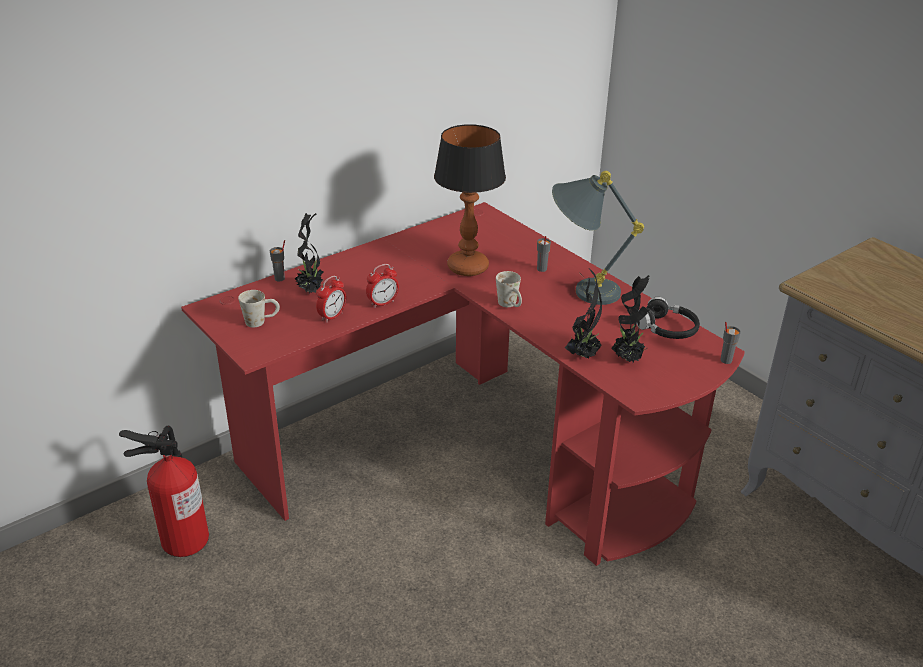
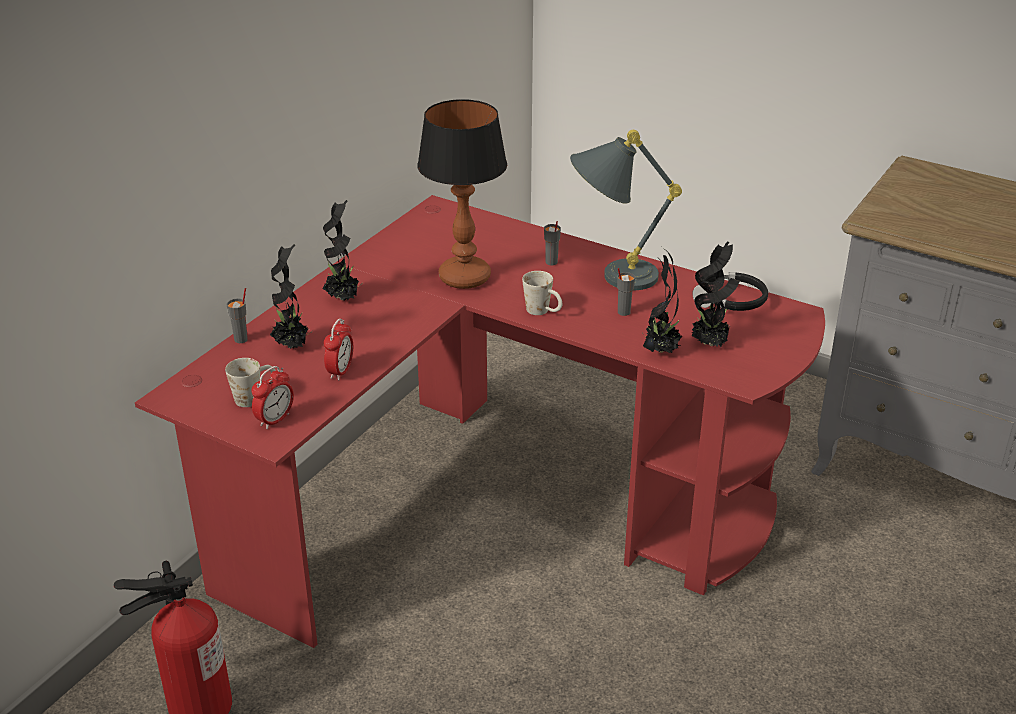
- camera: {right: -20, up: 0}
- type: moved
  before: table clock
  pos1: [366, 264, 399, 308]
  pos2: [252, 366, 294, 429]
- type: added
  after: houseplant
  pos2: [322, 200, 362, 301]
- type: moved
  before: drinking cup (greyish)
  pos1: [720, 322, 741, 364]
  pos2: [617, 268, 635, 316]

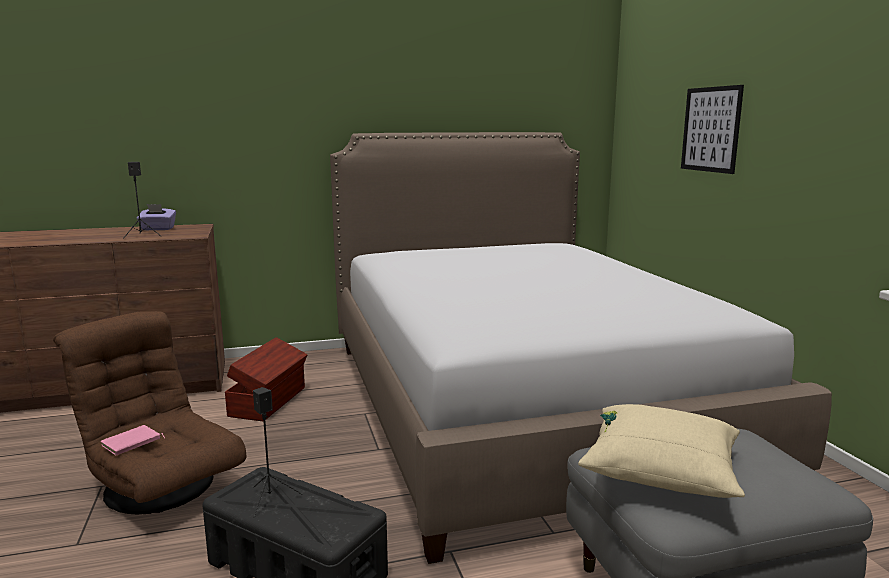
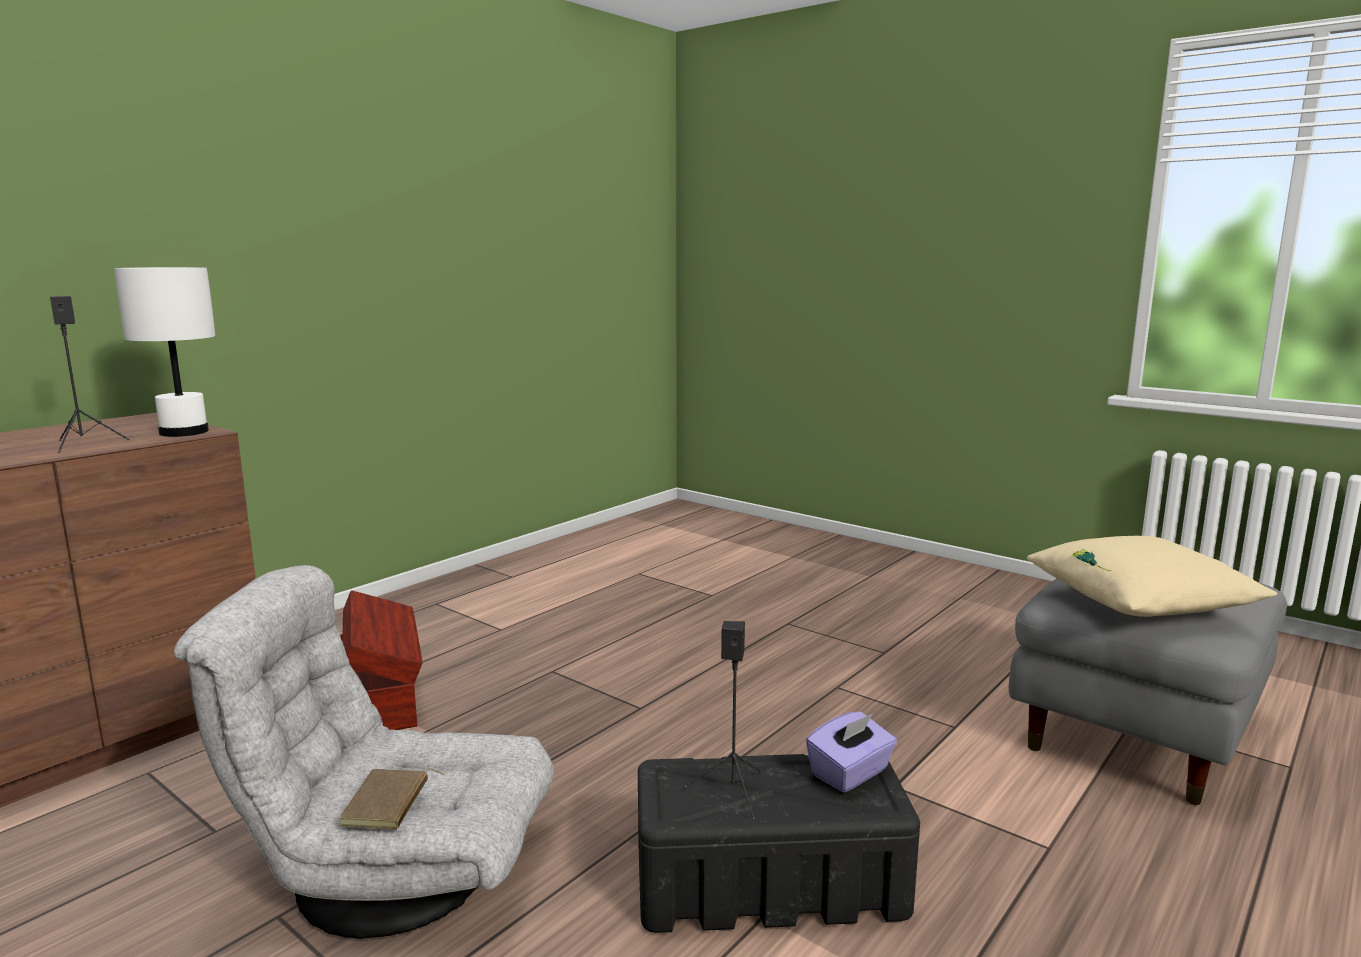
- camera: {right: -35, up: 0}
- type: added
  after: lamp for a table (white)
  pos2: [114, 267, 215, 437]
- type: recoloured
  before: armchair (brown)
  after: armchair (greyish)
  pos1: [53, 311, 246, 515]
  pos2: [174, 565, 554, 939]
- type: recoloured
  before: volume (pinkish)
  after: volume (brown)
  pos1: [100, 425, 165, 455]
  pos2: [339, 769, 445, 830]
- type: moved
  before: tissue box (purplish)
  pos1: [137, 204, 176, 230]
  pos2: [806, 712, 897, 792]
- type: removed
  before: bed
  pos1: [330, 132, 832, 564]
- type: removed
  before: picture
  pos1: [681, 85, 744, 174]

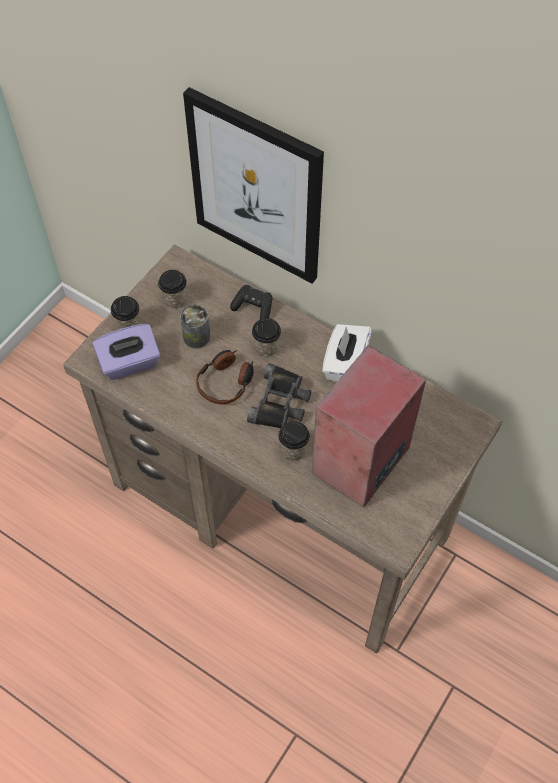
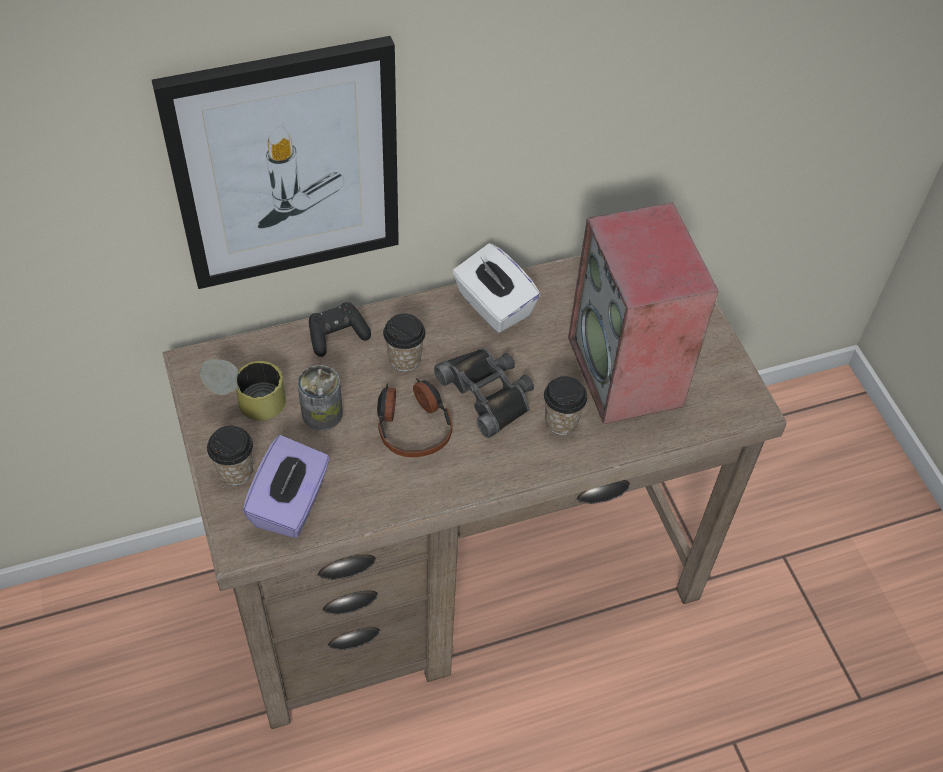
- camera: {right: -55, up: -5}
- type: replaced
  before: drinking cup
  after: sealed can
  pos1: [158, 270, 187, 309]
  pos2: [200, 359, 286, 420]

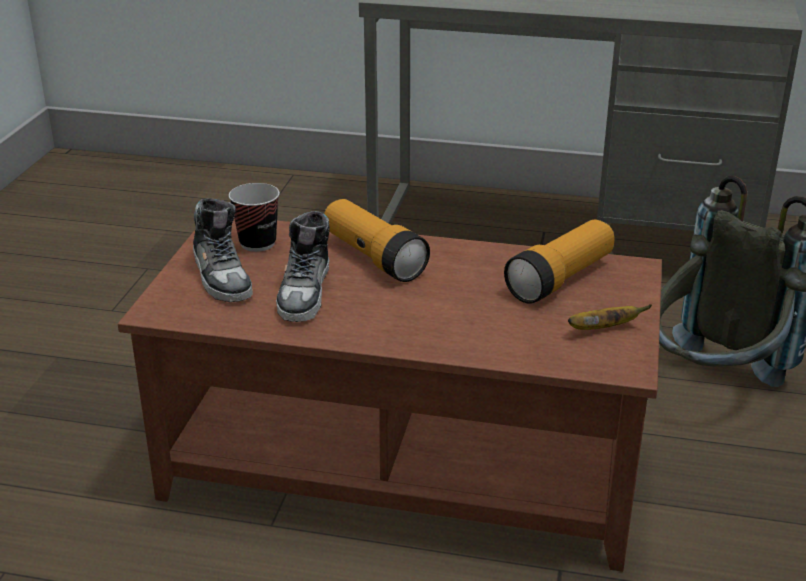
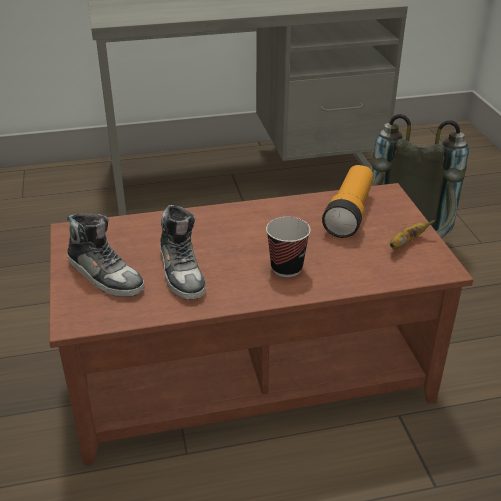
- camera: {right: -25, up: 5}
- type: moved
  before: drinking cup
  pos1: [229, 183, 280, 252]
  pos2: [266, 217, 311, 277]
- type: removed
  before: torch
  pos1: [324, 199, 430, 282]

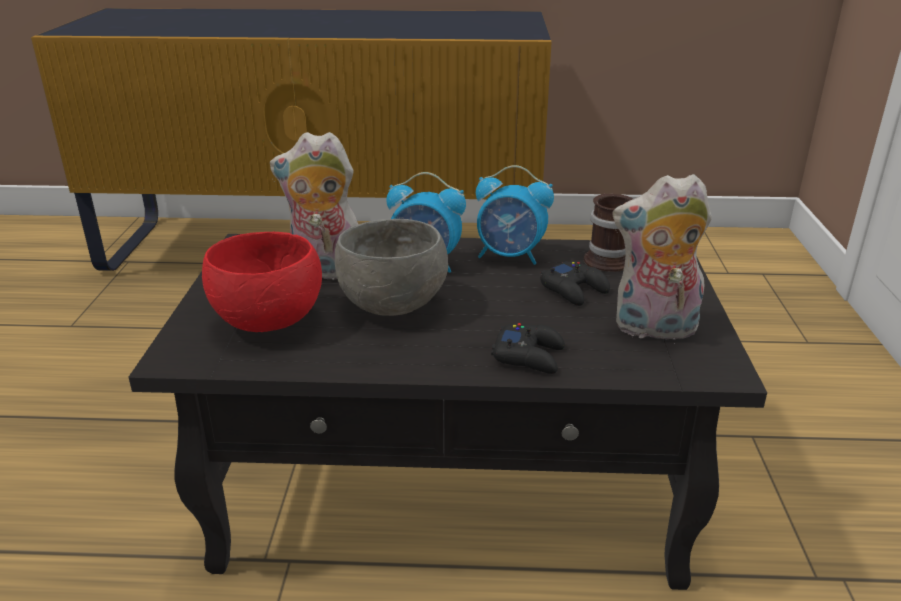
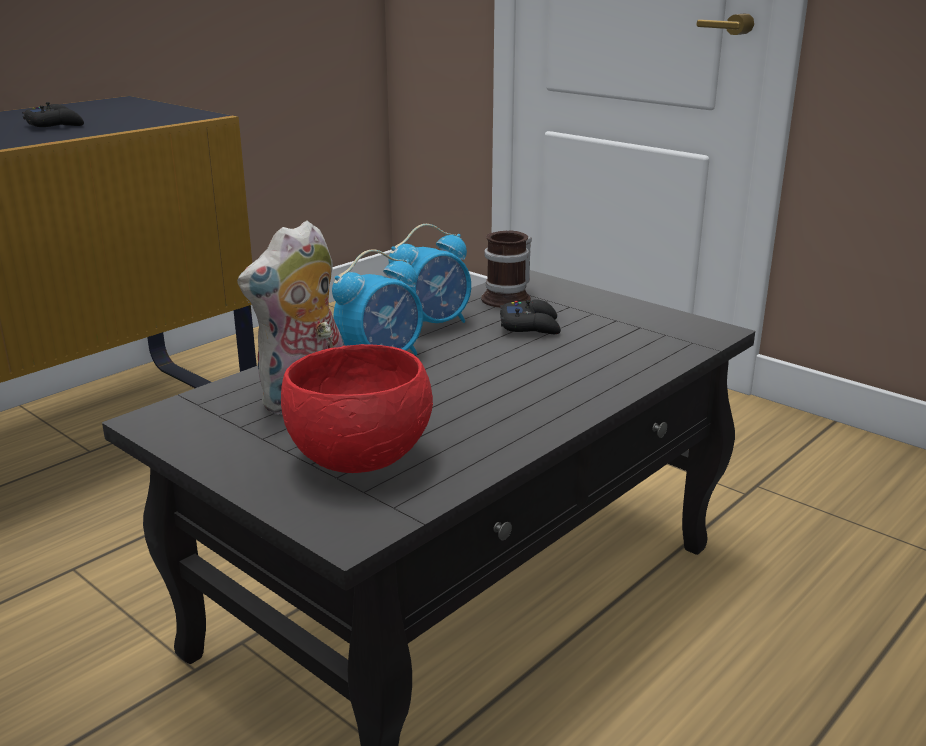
- camera: {right: -50, up: -5}
- type: moved
  before: game controller (black-coloured)
  pos1: [491, 323, 565, 374]
  pos2: [22, 102, 84, 127]
- type: removed
  before: serving bowl (greyish)
  pos1: [335, 219, 448, 316]
- type: removed
  before: cuddly toy
  pos1: [612, 174, 712, 344]

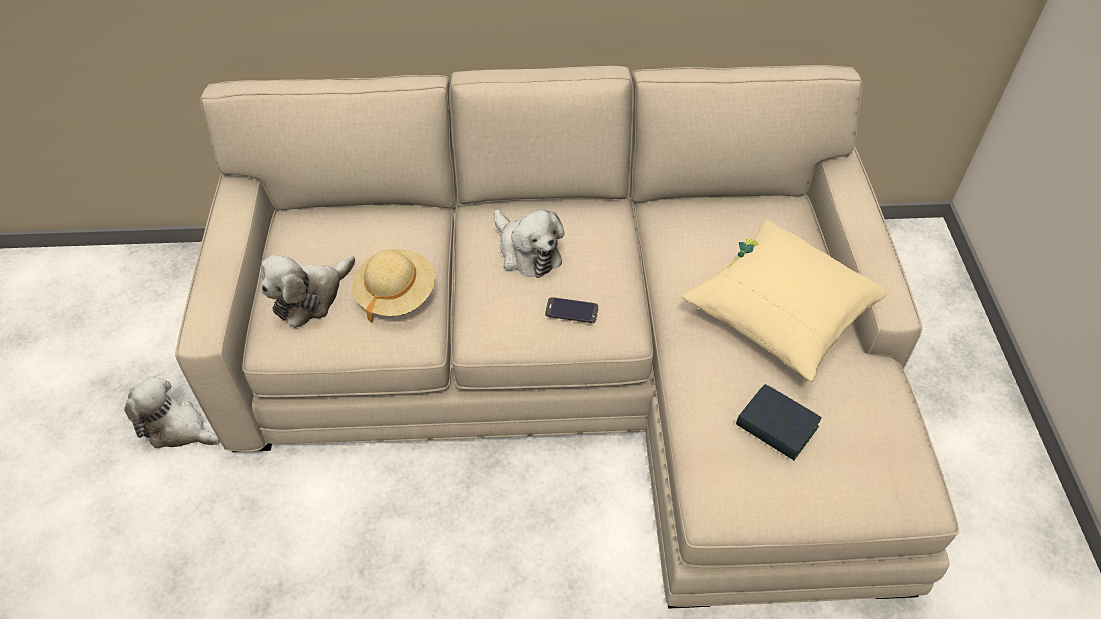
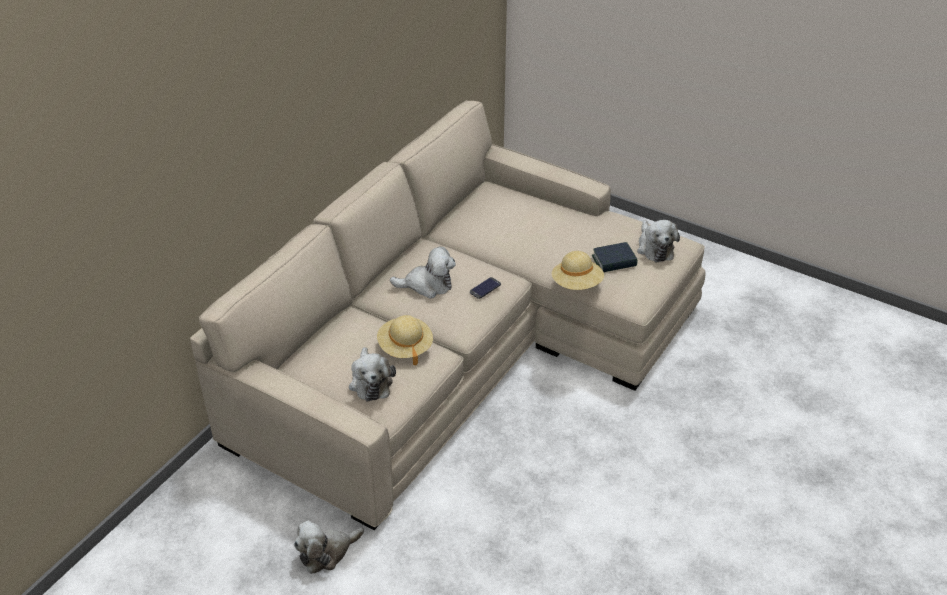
- camera: {right: -55, up: -10}
- type: added
  after: hat (sand-coloured)
  pos2: [552, 251, 604, 290]
- type: added
  after: cuddly toy
  pos2: [637, 220, 680, 262]
- type: removed
  before: throw pillow (sand-coloured)
  pos1: [682, 220, 890, 382]

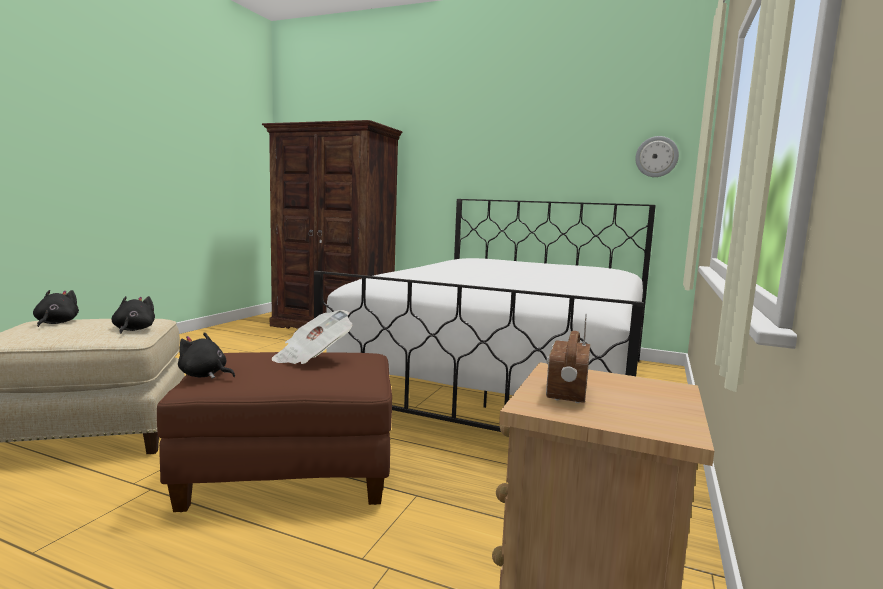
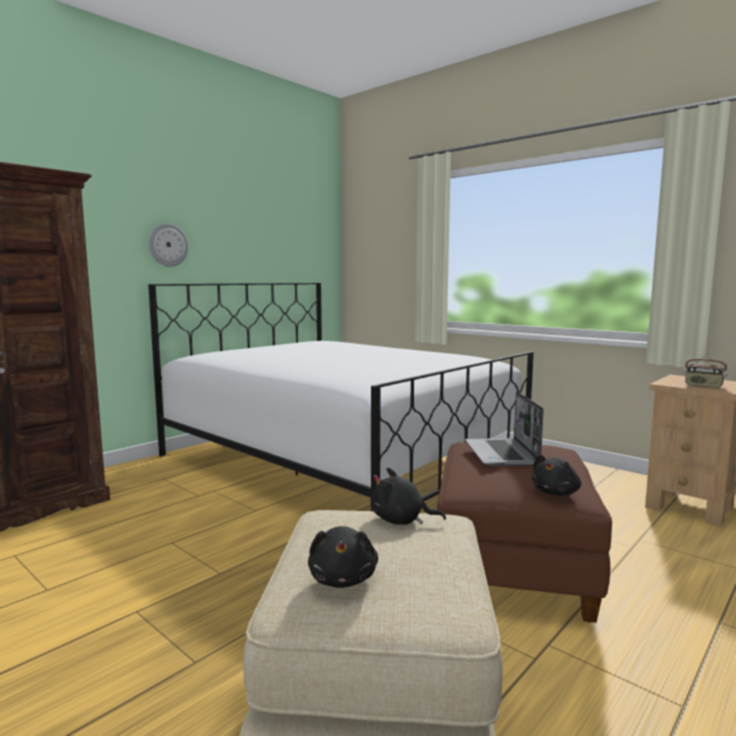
- camera: {right: -70, up: 0}
- type: moved
  before: clock on the wall
  pos1: [635, 136, 679, 177]
  pos2: [148, 223, 188, 267]
- type: turned
  before: cuddly toy (black-coloured)
  pos1: [33, 290, 79, 327]
  pos2: [308, 526, 378, 588]
  turn: -105
- type: replaced
  before: daily paper
  after: laptop
  pos1: [272, 310, 352, 364]
  pos2: [465, 392, 544, 466]

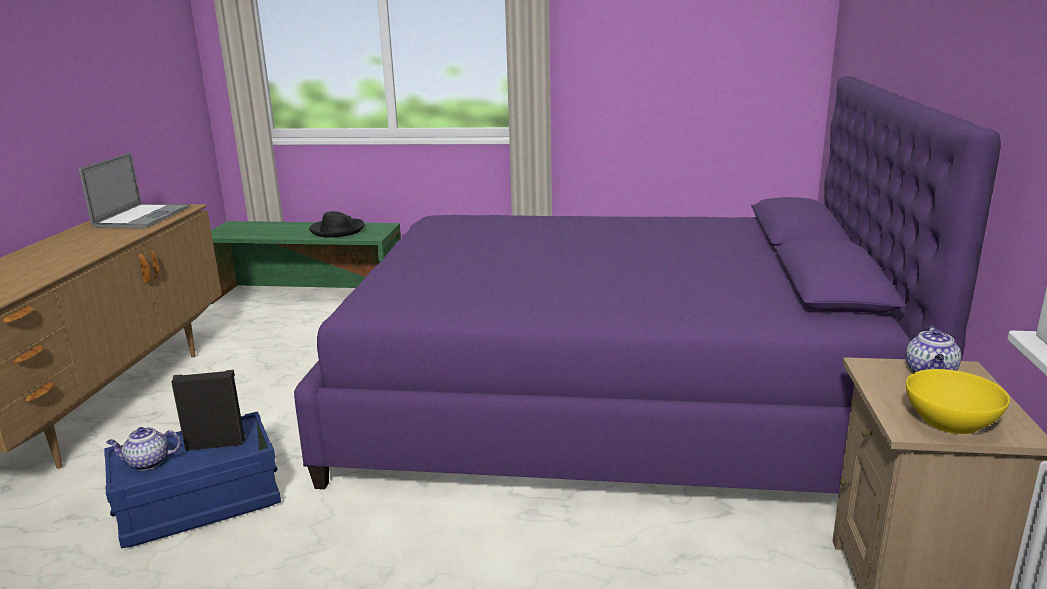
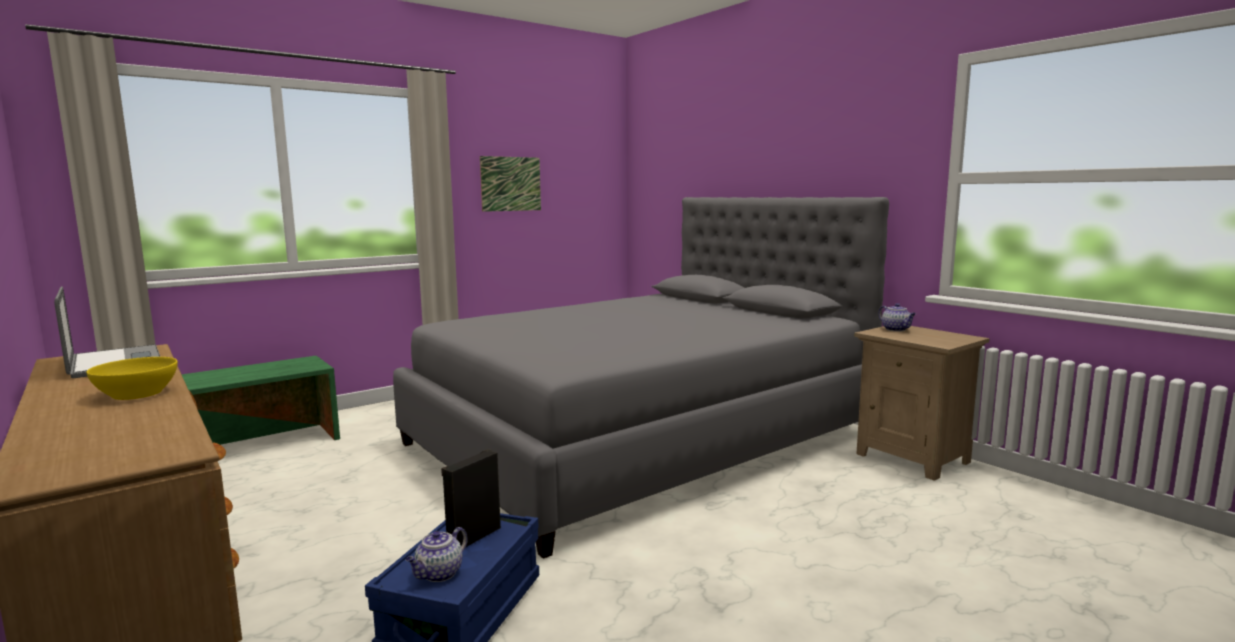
- camera: {right: -45, up: -10}
- type: moved
  before: serving bowl (yellowish)
  pos1: [906, 369, 1010, 434]
  pos2: [86, 357, 178, 400]
- type: recoloured
  before: bed (purplish)
  after: bed (greyish)
  pos1: [294, 76, 1001, 493]
  pos2: [393, 197, 889, 559]
- type: added
  after: picture
  pos2: [480, 156, 541, 212]
- type: removed
  before: hat (black-coloured)
  pos1: [309, 211, 365, 238]

